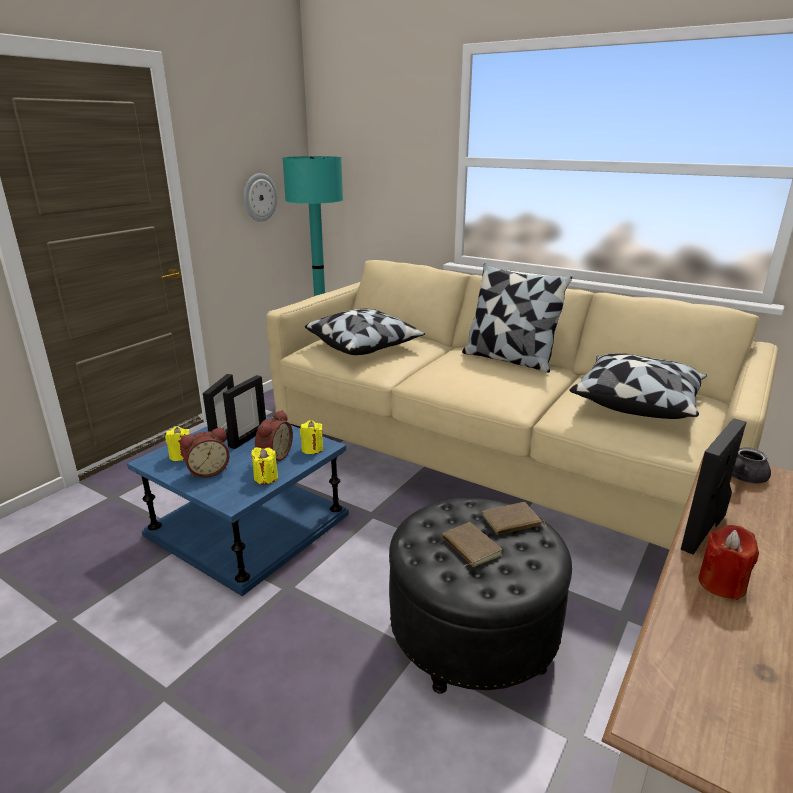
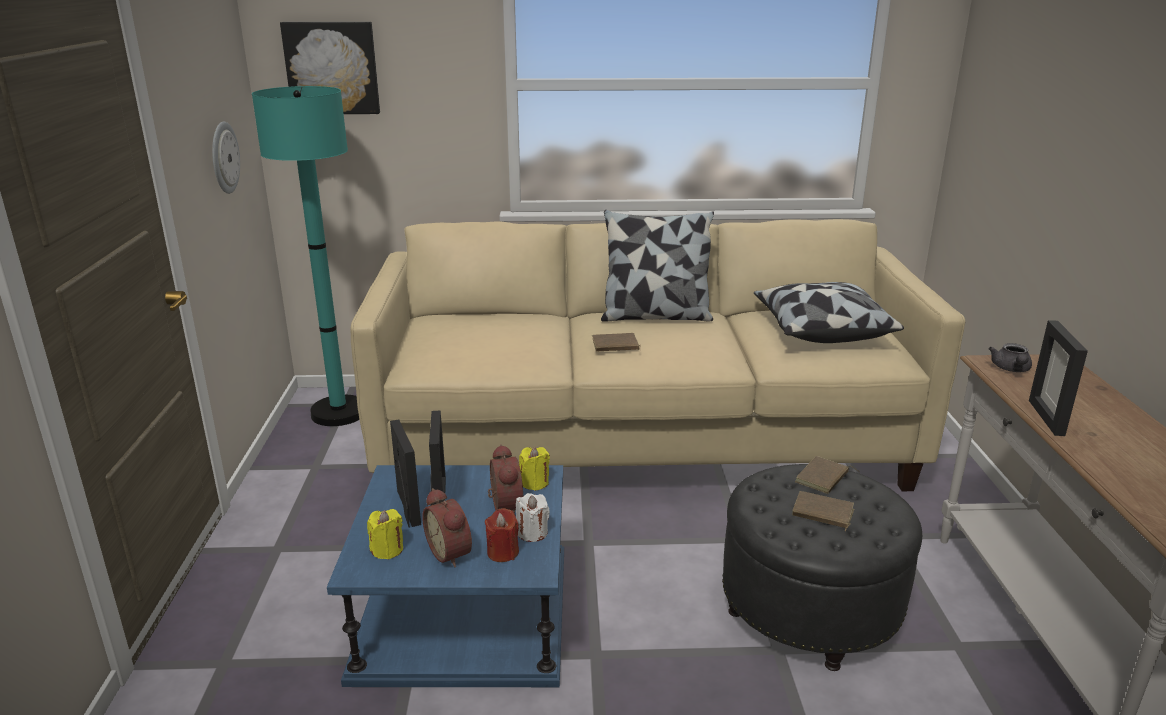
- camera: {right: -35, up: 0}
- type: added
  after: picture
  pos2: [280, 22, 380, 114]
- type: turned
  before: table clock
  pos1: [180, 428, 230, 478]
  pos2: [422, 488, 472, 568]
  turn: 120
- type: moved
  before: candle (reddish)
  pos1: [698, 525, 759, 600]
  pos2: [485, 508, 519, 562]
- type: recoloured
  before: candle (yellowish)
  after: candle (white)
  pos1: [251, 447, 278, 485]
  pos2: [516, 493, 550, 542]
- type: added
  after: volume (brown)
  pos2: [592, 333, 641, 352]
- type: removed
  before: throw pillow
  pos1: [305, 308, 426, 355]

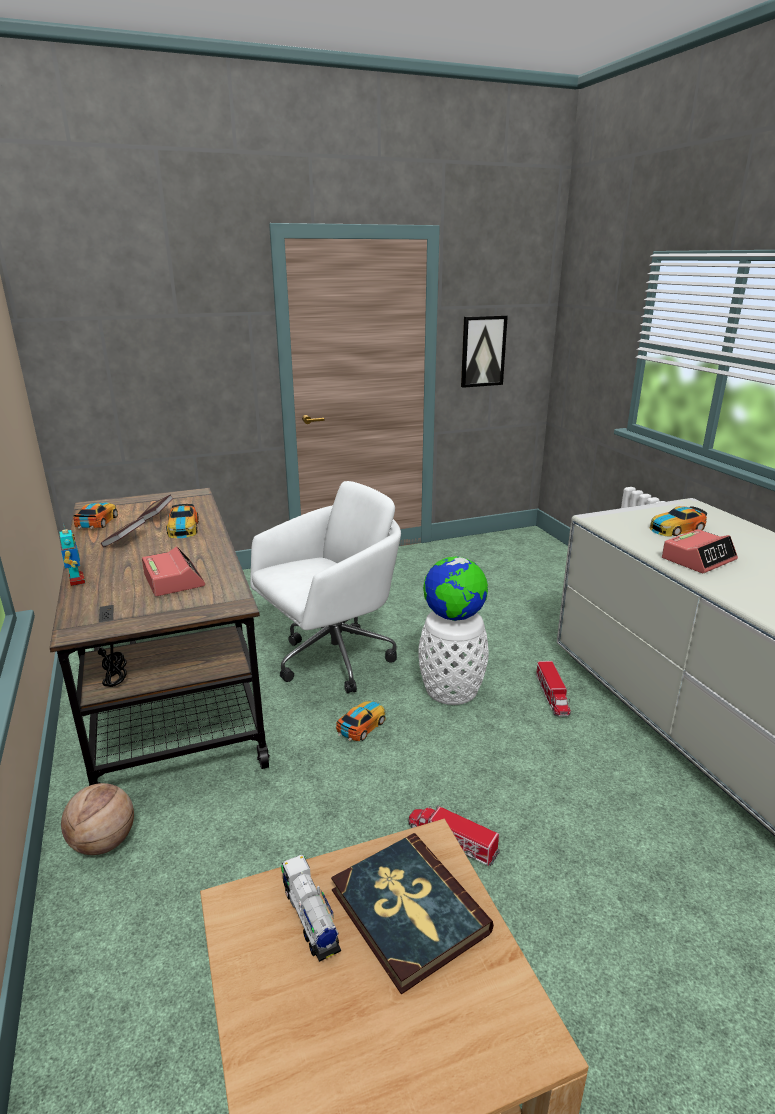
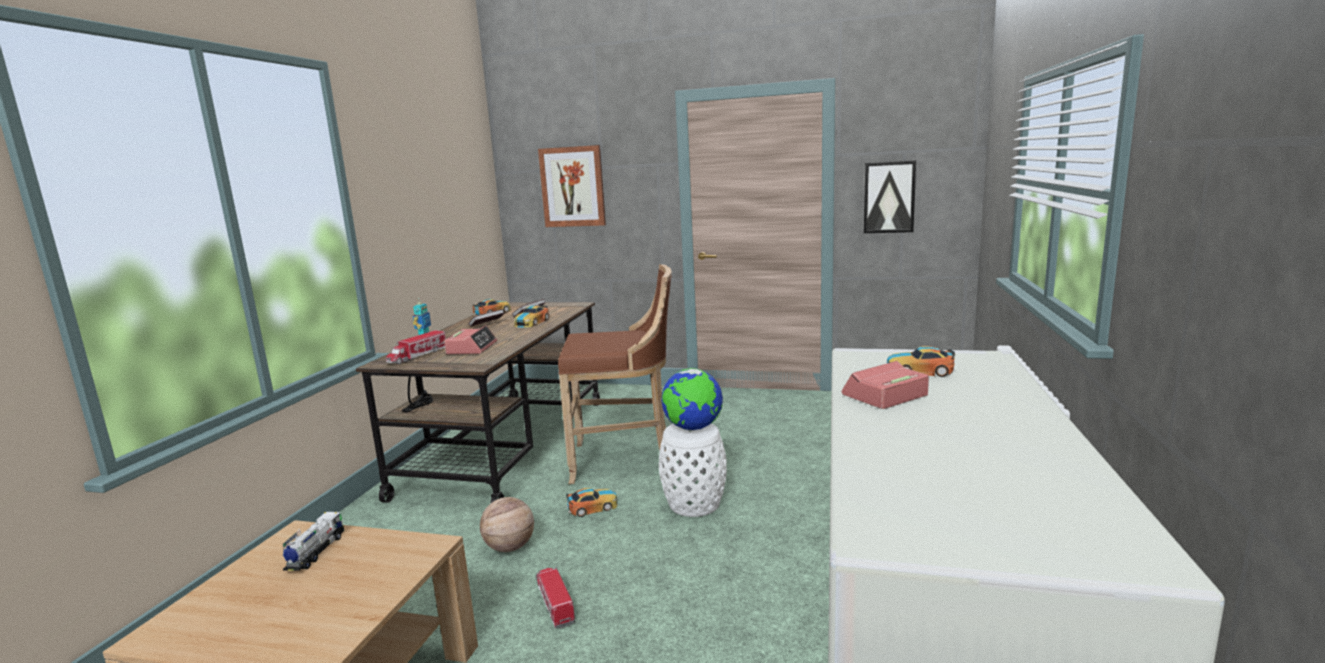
- camera: {right: 35, up: -10}
- type: moved
  before: model truck
  pos1: [536, 661, 571, 717]
  pos2: [386, 330, 446, 365]
- type: moved
  before: basketball ball
  pos1: [61, 783, 134, 855]
  pos2: [480, 497, 534, 552]
- type: added
  after: picture
  pos2: [538, 145, 606, 227]
- type: replaced
  before: desk chair (white)
  after: stool seat (brown)
  pos1: [250, 481, 401, 694]
  pos2: [558, 264, 672, 484]
- type: turned
  before: table clock
  pos1: [662, 529, 738, 573]
  pos2: [842, 361, 929, 409]
  turn: 150
- type: removed
  before: volume
  pos1: [331, 833, 494, 994]

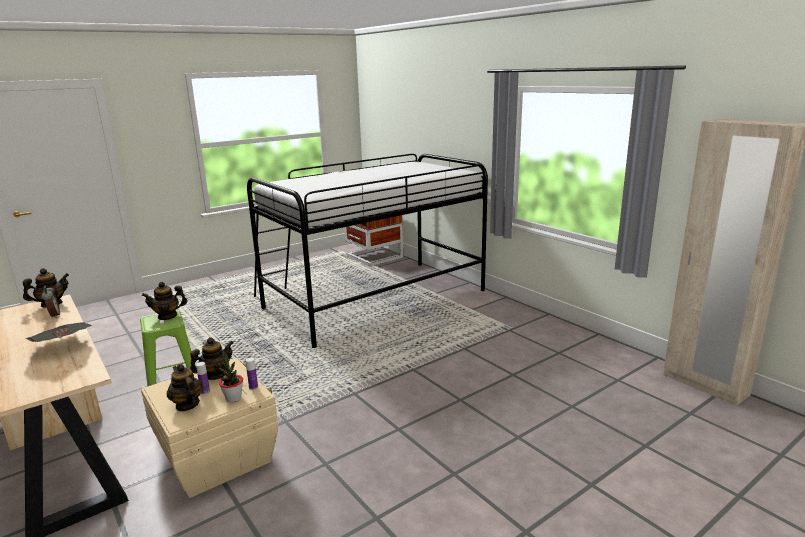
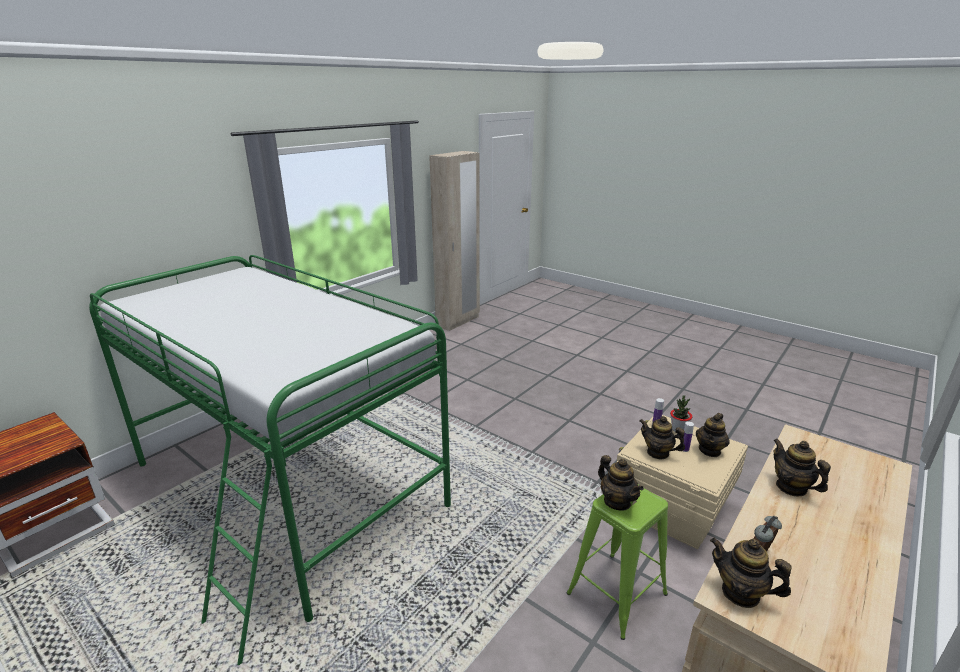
- camera: {right: -105, up: 5}
- type: recoloured
  before: bed (black-coloured)
  after: bed (greenish)
  pos1: [247, 154, 488, 348]
  pos2: [89, 255, 451, 665]
- type: replaced
  before: daily paper
  after: pot for tea
  pos1: [25, 322, 91, 342]
  pos2: [773, 438, 831, 496]

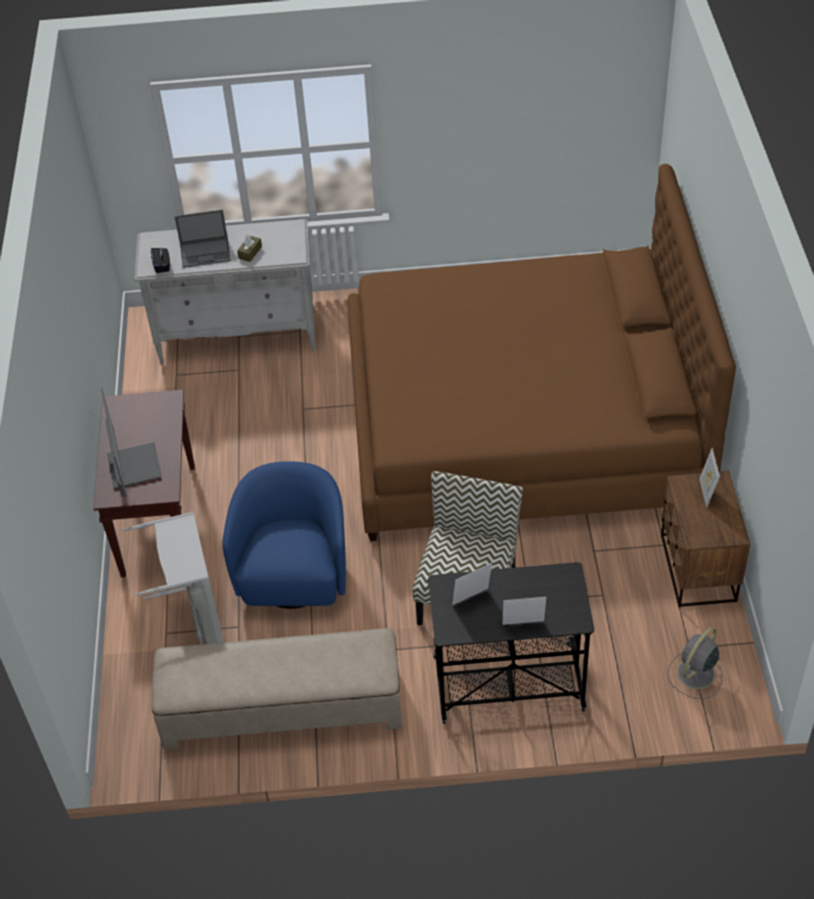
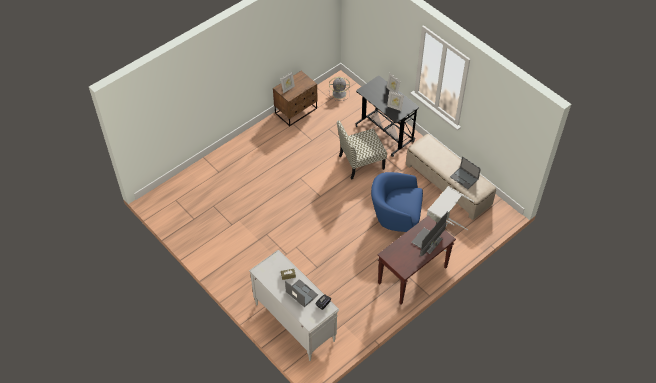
- camera: {right: -130, up: 5}
- type: turned
  before: armchair (blue)
  pos1: [222, 461, 346, 609]
  pos2: [371, 172, 423, 232]
  turn: 45
- type: added
  after: laptop
  pos2: [450, 156, 481, 189]
- type: removed
  before: bed (brown)
  pos1: [347, 164, 736, 541]

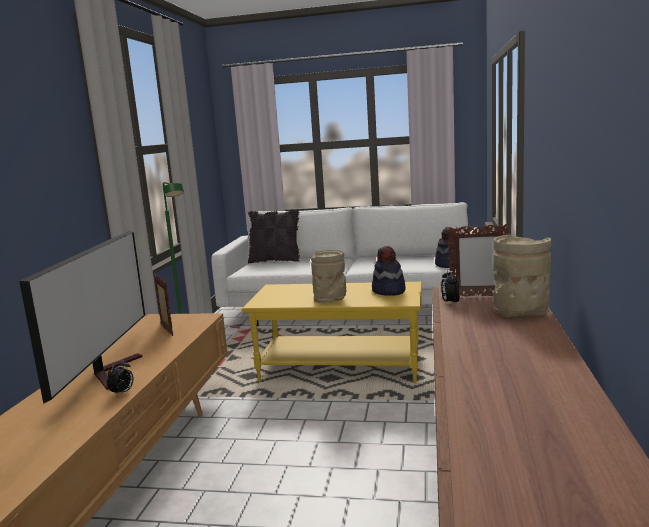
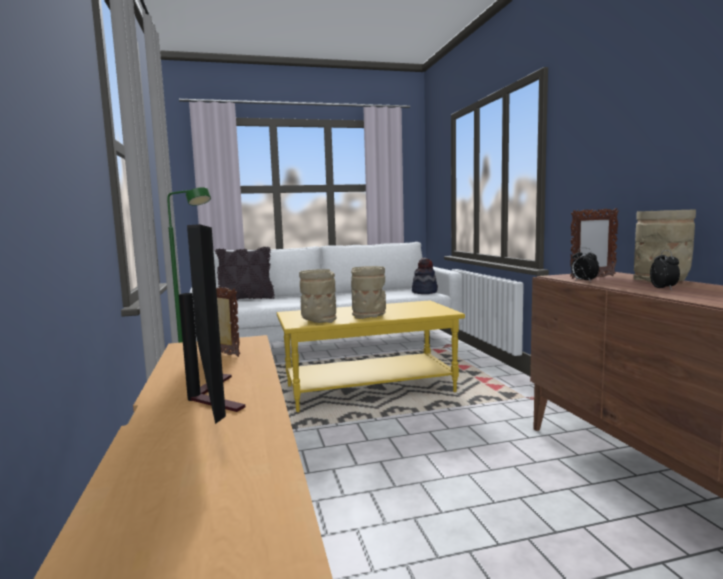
- camera: {right: -25, up: -5}
- type: added
  after: vase (sand-coloured)
  pos2: [299, 269, 337, 323]
- type: moved
  before: table clock
  pos1: [107, 360, 134, 397]
  pos2: [650, 250, 680, 291]
- type: removed
  before: hat
  pos1: [372, 246, 406, 296]

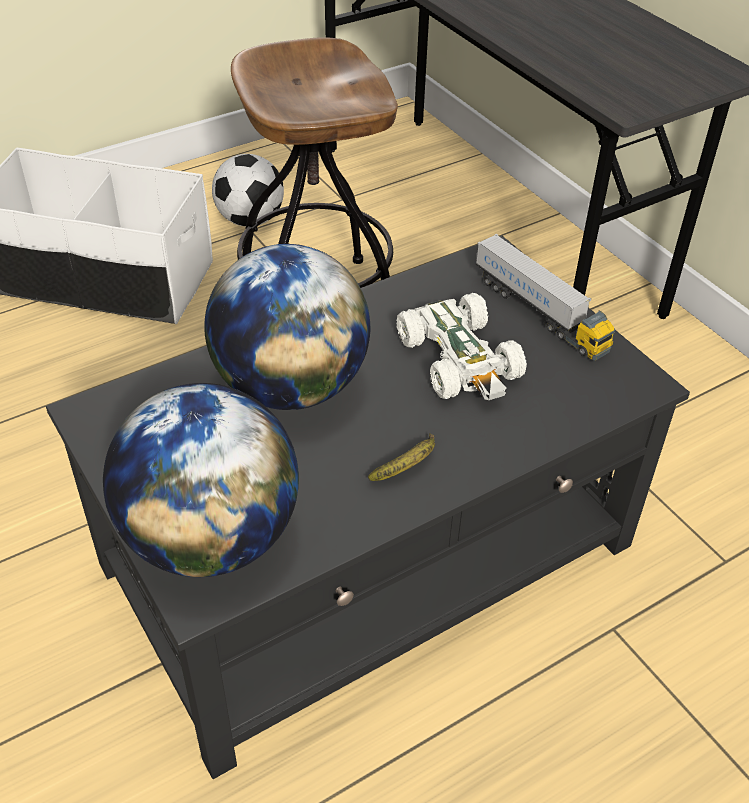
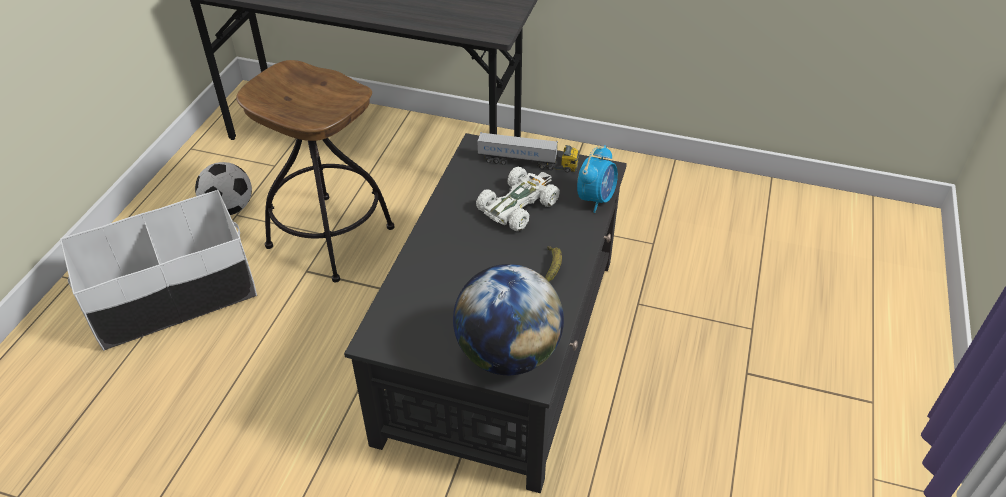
- camera: {right: -40, up: 0}
- type: turned
  before: toy car (white)
  pos1: [396, 293, 527, 400]
  pos2: [476, 167, 560, 231]
  turn: -75
- type: added
  after: table clock
  pos2: [577, 145, 618, 213]
- type: removed
  before: world globe
  pos1: [204, 244, 370, 410]

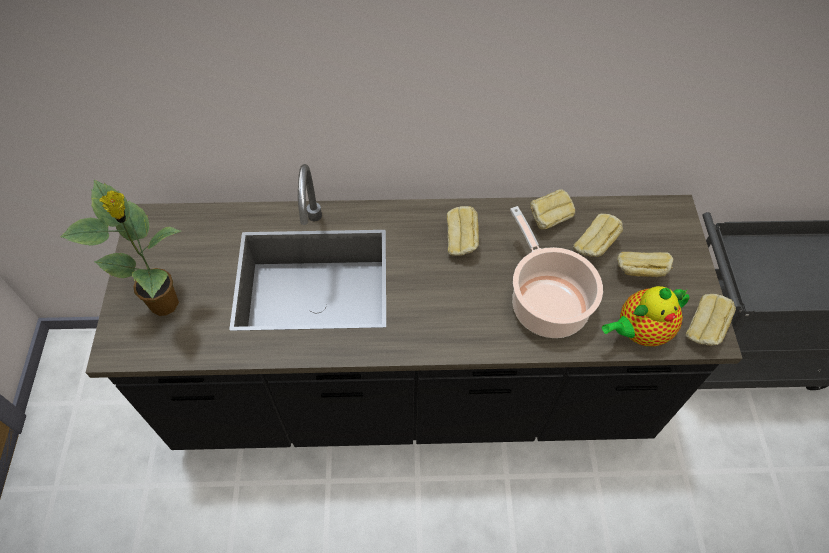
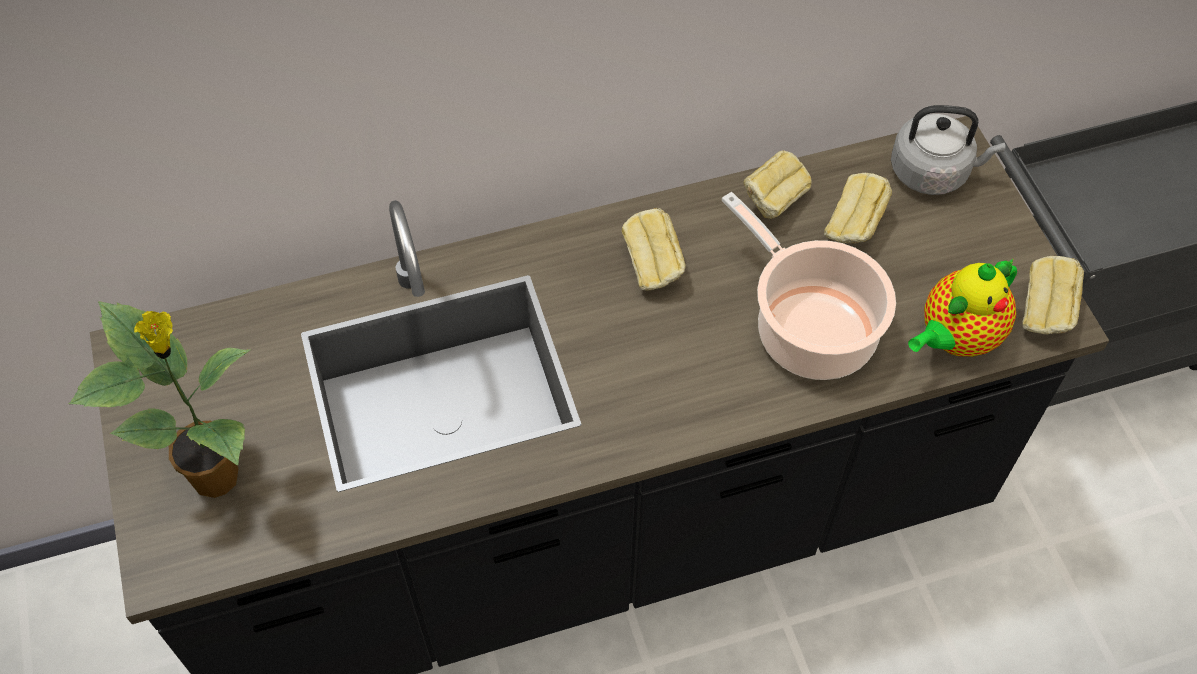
- camera: {right: -15, up: 0}
- type: added
  after: tea kettle (greyish)
  pos2: [891, 105, 1005, 195]
- type: removed
  before: baked bread
  pos1: [617, 252, 673, 277]

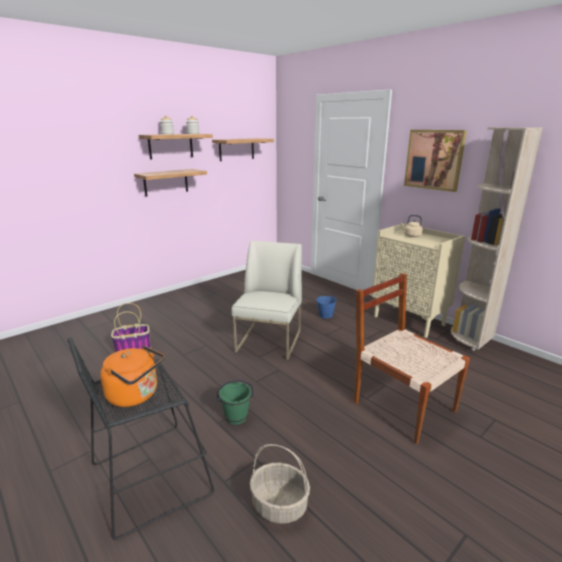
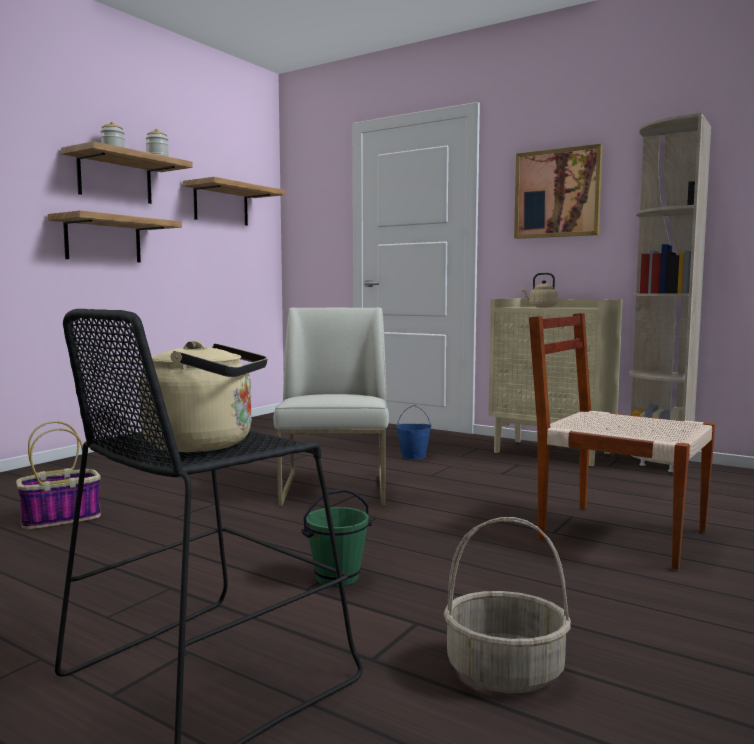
- camera: {right: -15, up: -15}
- type: recoloured
  before: tea kettle (orange)
  after: tea kettle (sand-coloured)
  pos1: [100, 345, 164, 407]
  pos2: [139, 340, 267, 452]

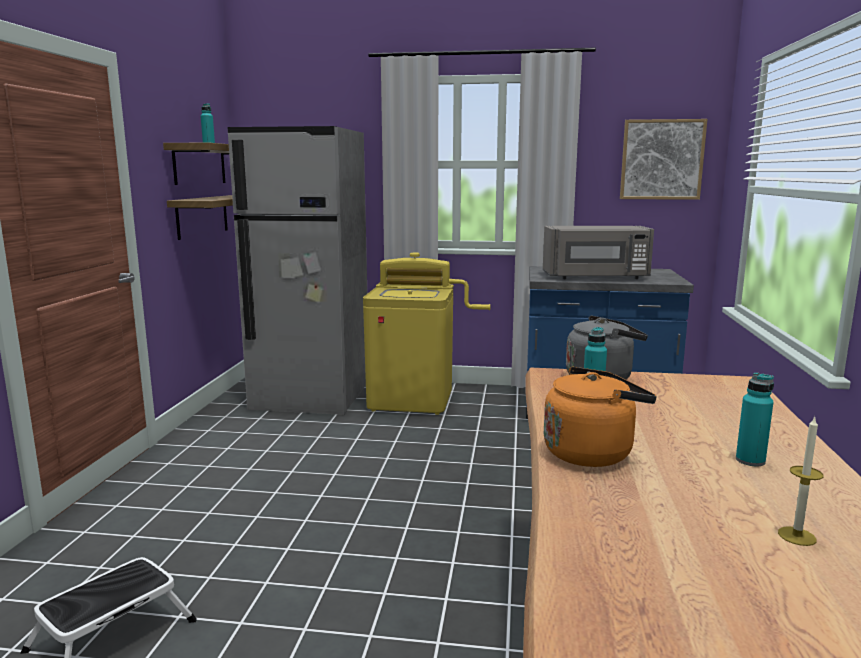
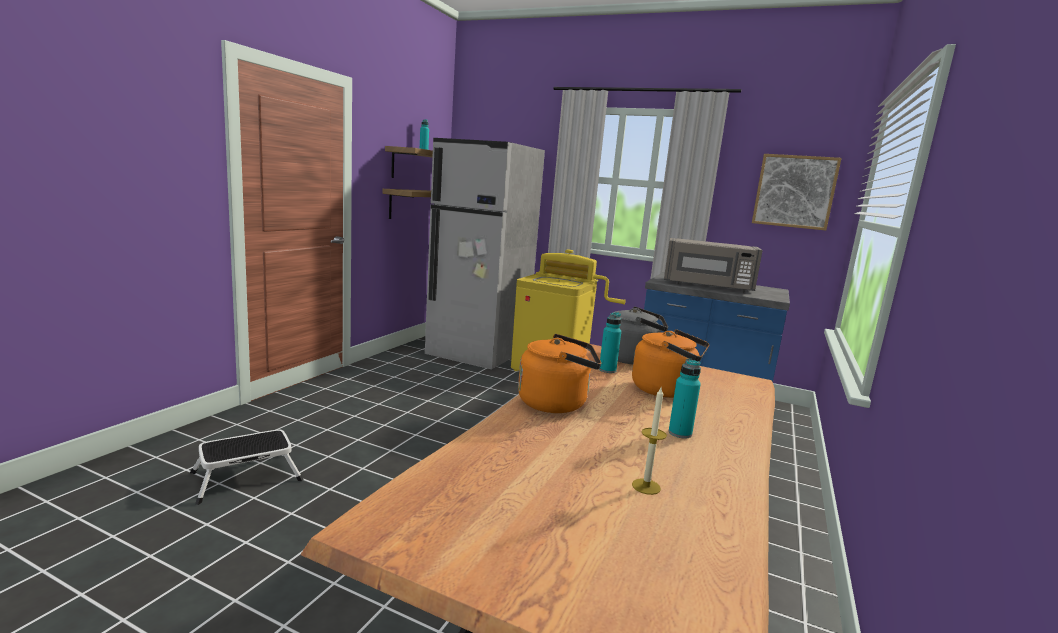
- camera: {right: 15, up: 0}
- type: added
  after: tea kettle (orange)
  pos2: [632, 329, 710, 398]

